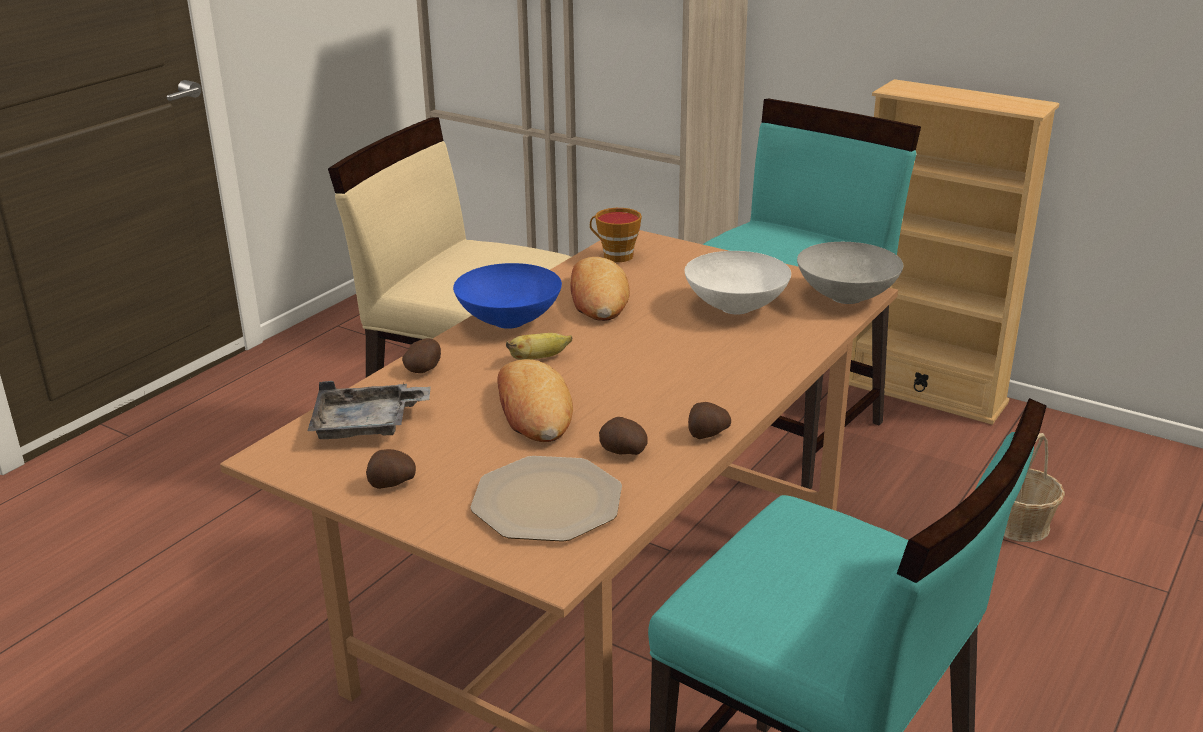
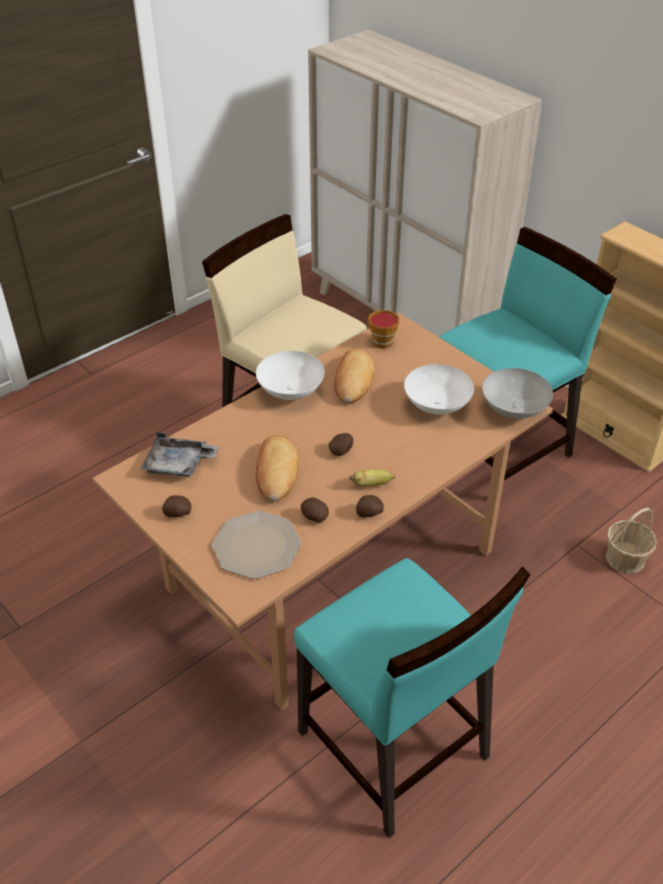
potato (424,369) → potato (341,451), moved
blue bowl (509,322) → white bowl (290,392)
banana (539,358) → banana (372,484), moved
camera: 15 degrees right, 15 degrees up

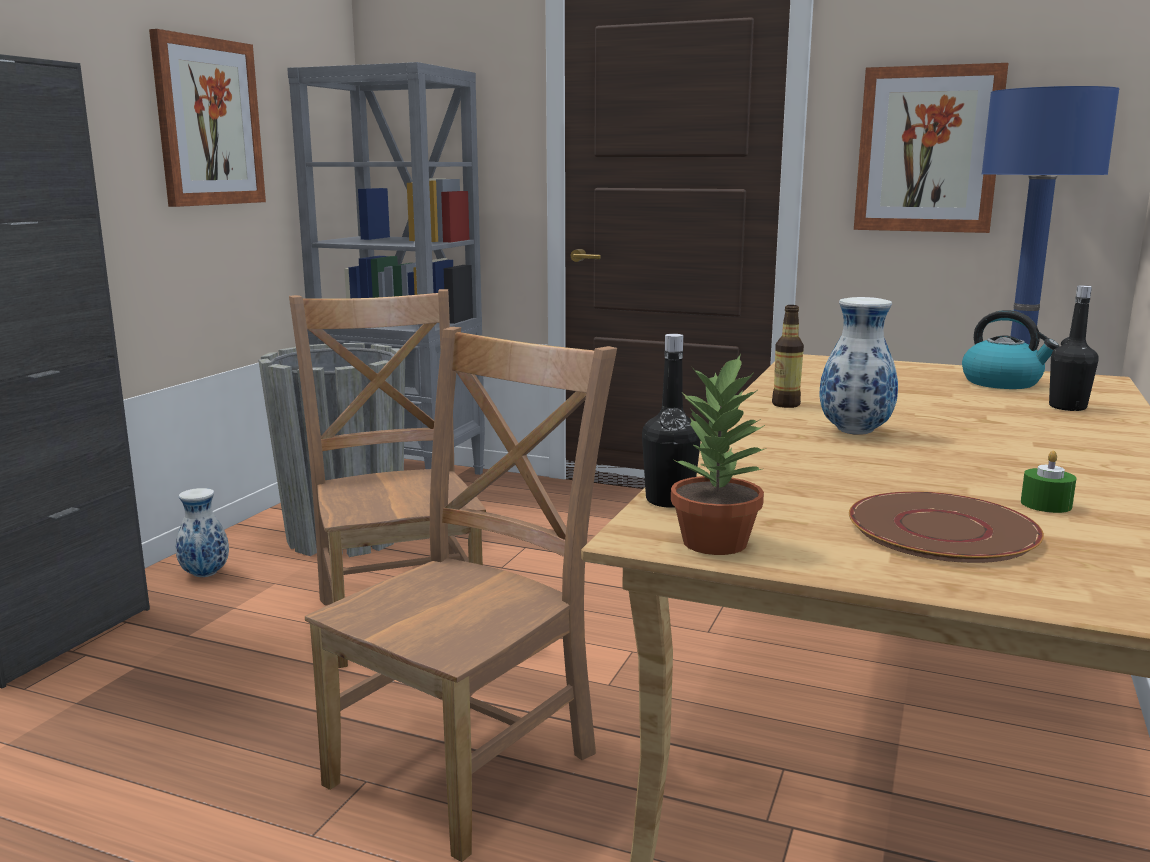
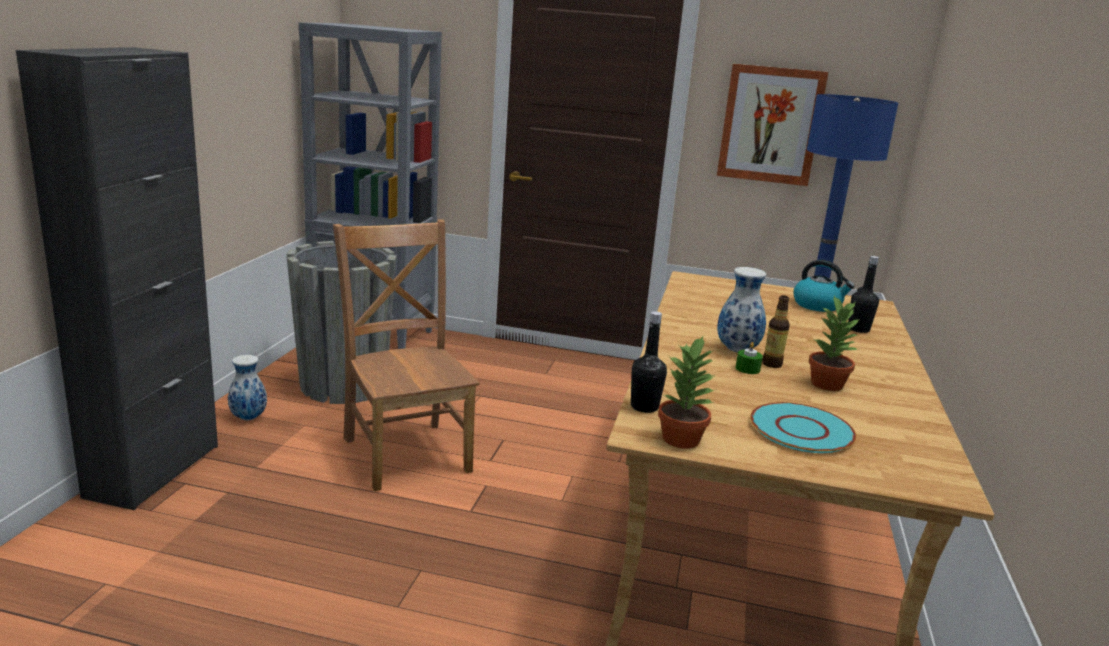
picture (208,122) → -
brown chair (470,763) → -
bottle (786,404) → bottle (772,364), moved
brown plate (942,530) → turquoise plate (801,430)
green candle (1046,504) → green candle (747,369), moved
- → potted plant (827,384)
camera: 10 degrees left, 5 degrees up

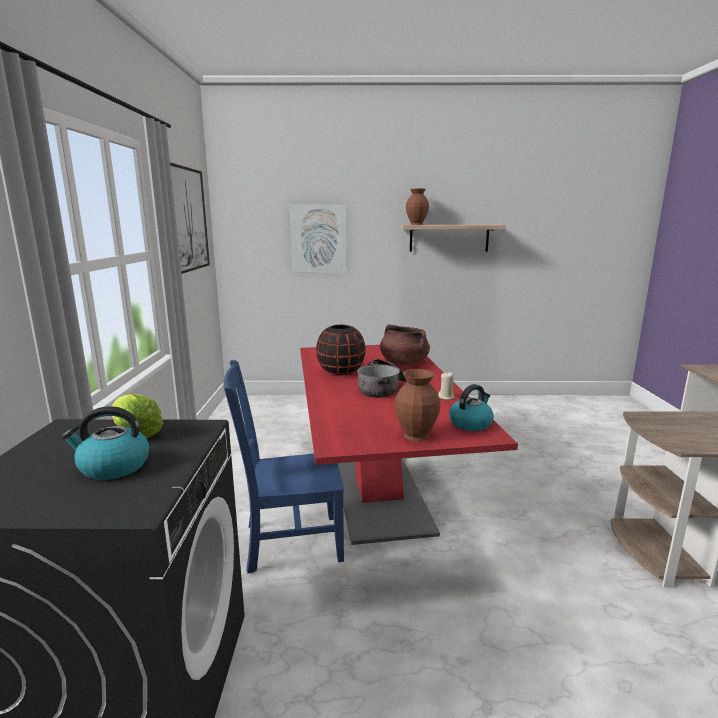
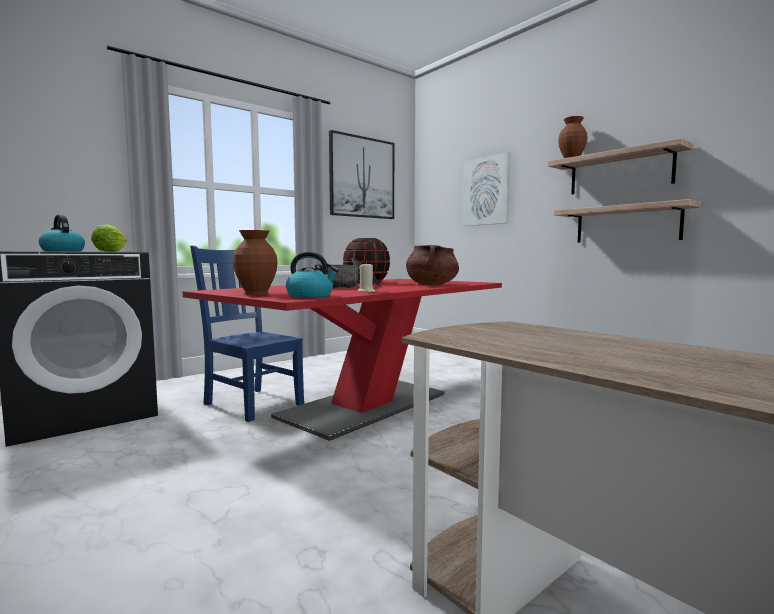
- → shelf (626,224)
camera: 50 degrees right, 10 degrees down

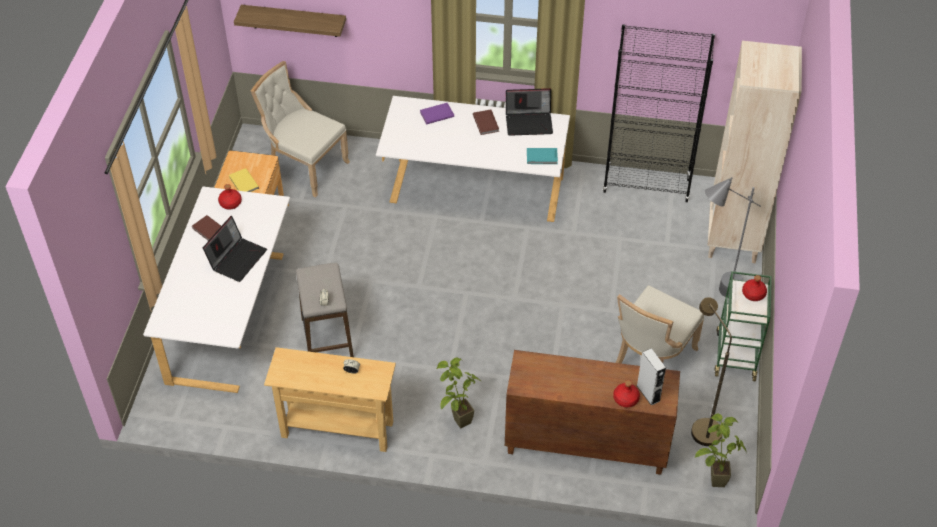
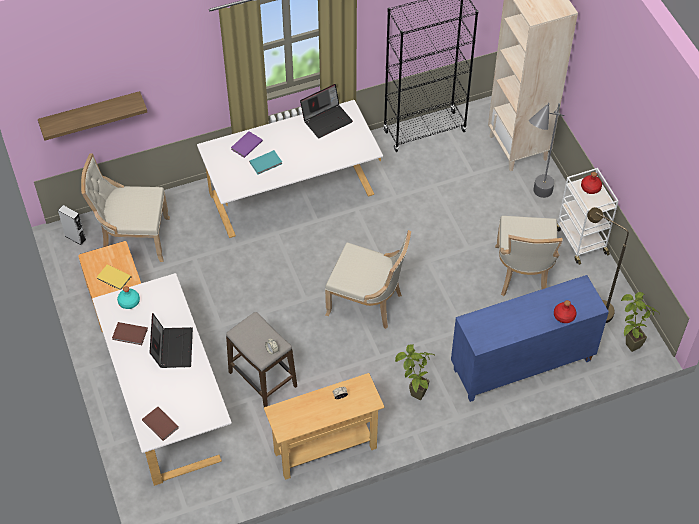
red bottle (230,203) → turquoise bottle (129,302)
brown book (486,123) → brown book (160,423), moved
brown cabinet (585,445) → blue cabinet (521,366)
turquoise book (542,157) → turquoise book (266,163), moved
grey speaker (648,393) → grey speaker (75,238), moved
green cart (735,354) → white cart (580,240)
- → beige chair (368,303)
camera: 30 degrees left, 5 degrees up

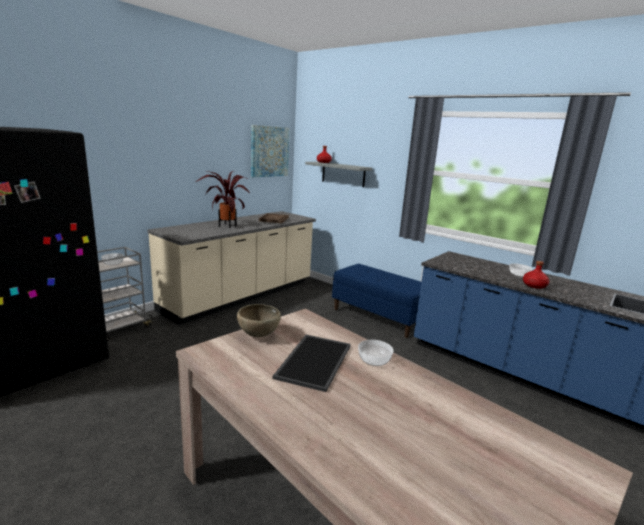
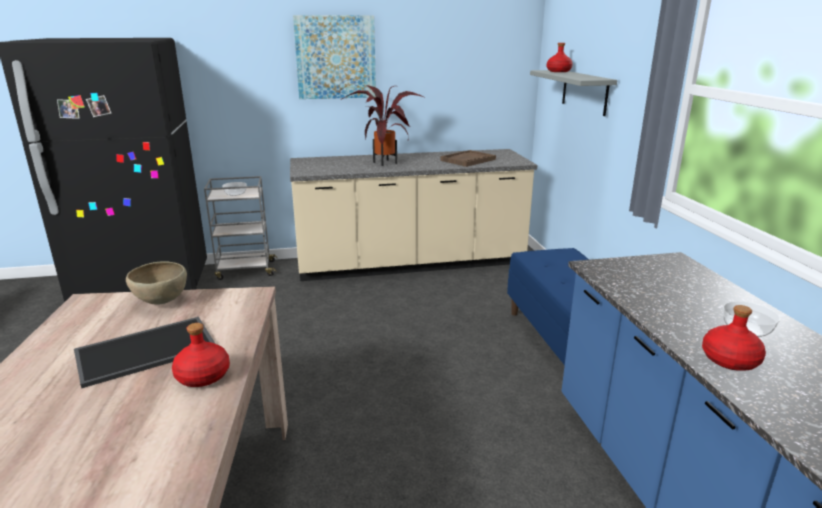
picture (269,151) → picture (335,57), moved
bowl (373,360) → red bottle (203,376)
camera: 40 degrees right, 5 degrees up

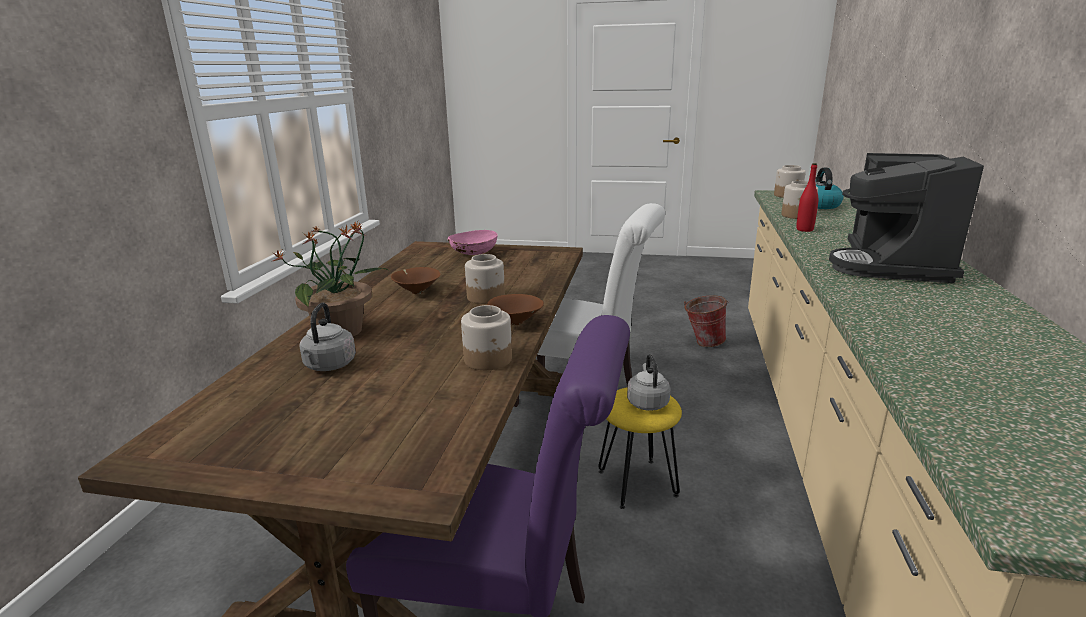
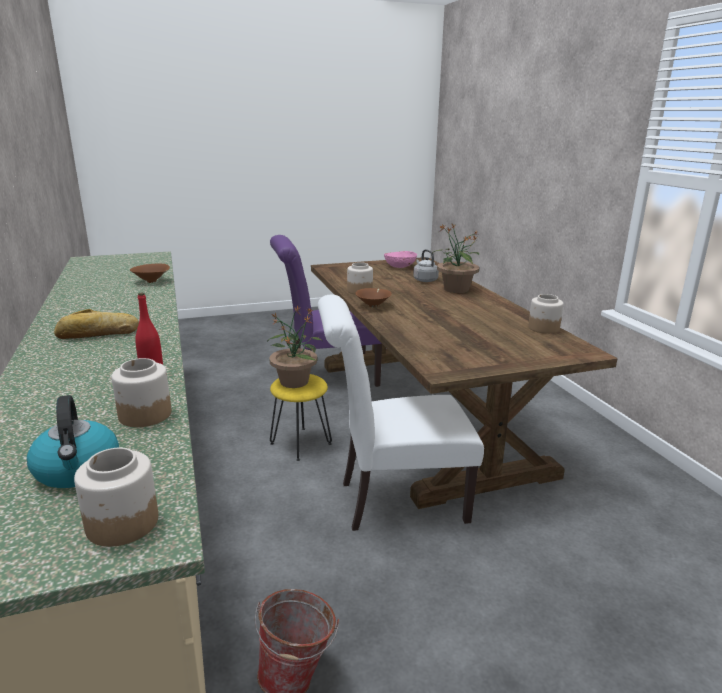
brown bowl (416,292) → brown bowl (152,282), moved
pink bowl (473,254) → pink bowl (400,267), moved
jar (486,297) → jar (543,328), moved
grey kettle (647,402) → potted plant (294,381)
coffee machine (892,265) → bread (97,334)
camera: 150 degrees right, 0 degrees up

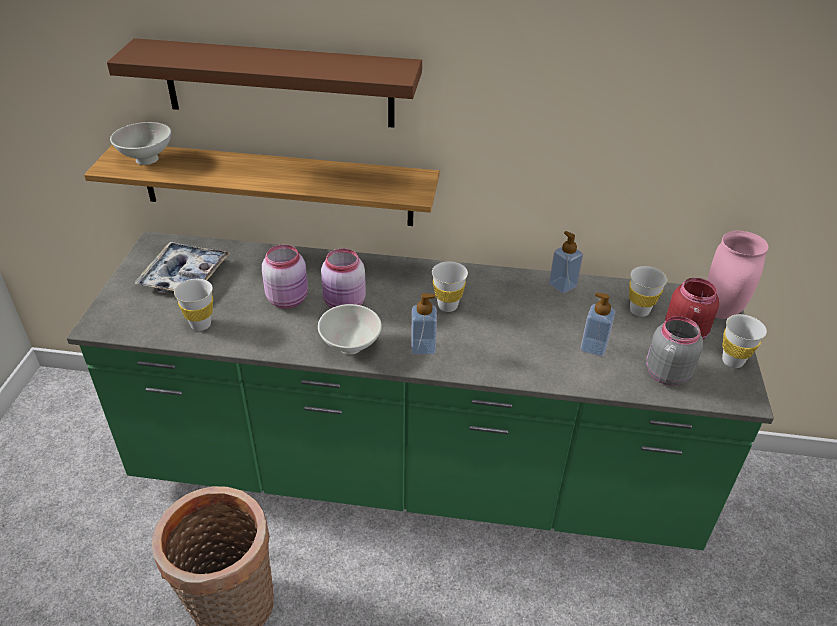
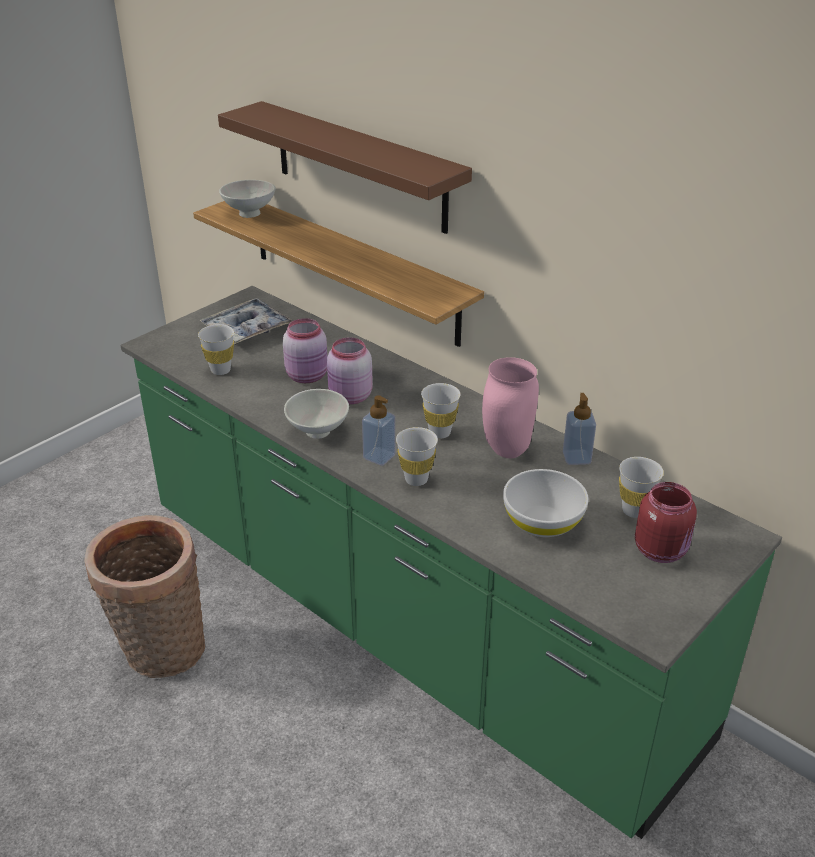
soap dispenser (593,347) → white bowl (543,522)
grey jar (665,374) → -
pink vase (718,312) → pink vase (505,450), moved
white cup (732,361) → white cup (416,479), moved
camera: 35 degrees right, 5 degrees down

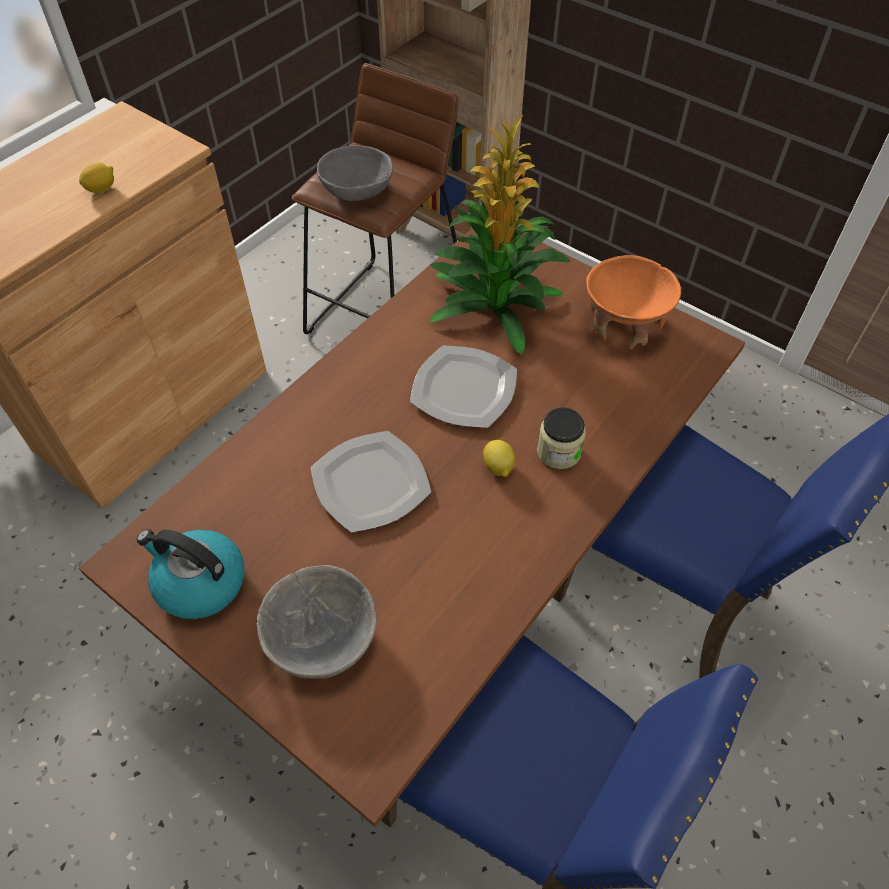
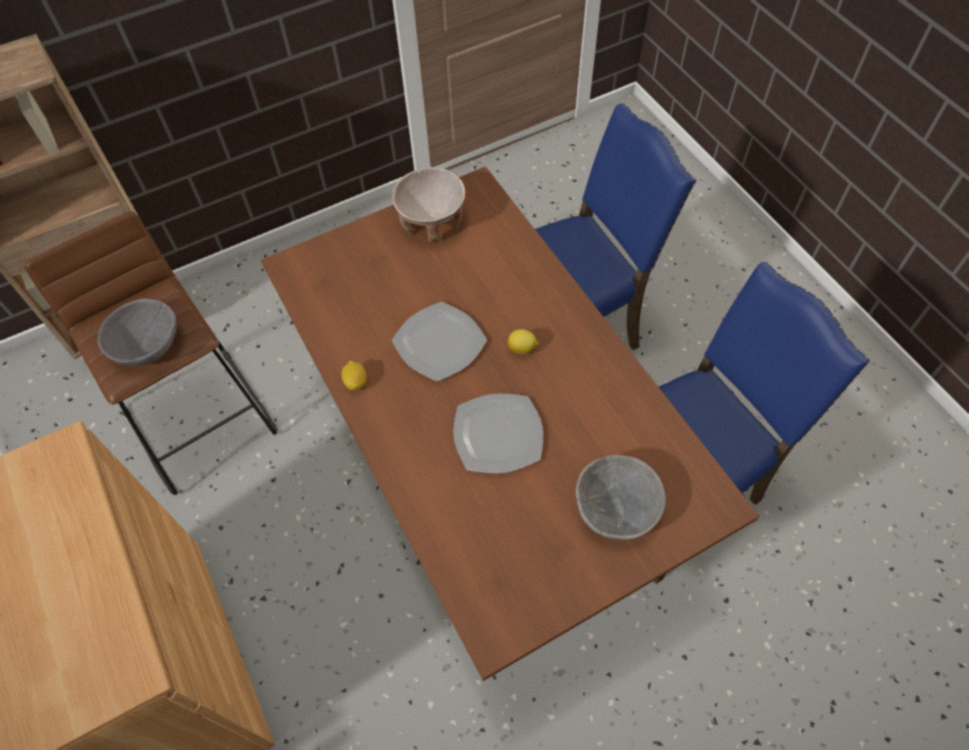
lemon (101,188) → lemon (355,382), moved
kettle (199,583) → -
potted plant (496,304) → -
jar (558,452) → -
orange bowl (624,324) → beige bowl (432,222)
camera: 65 degrees left, 5 degrees up

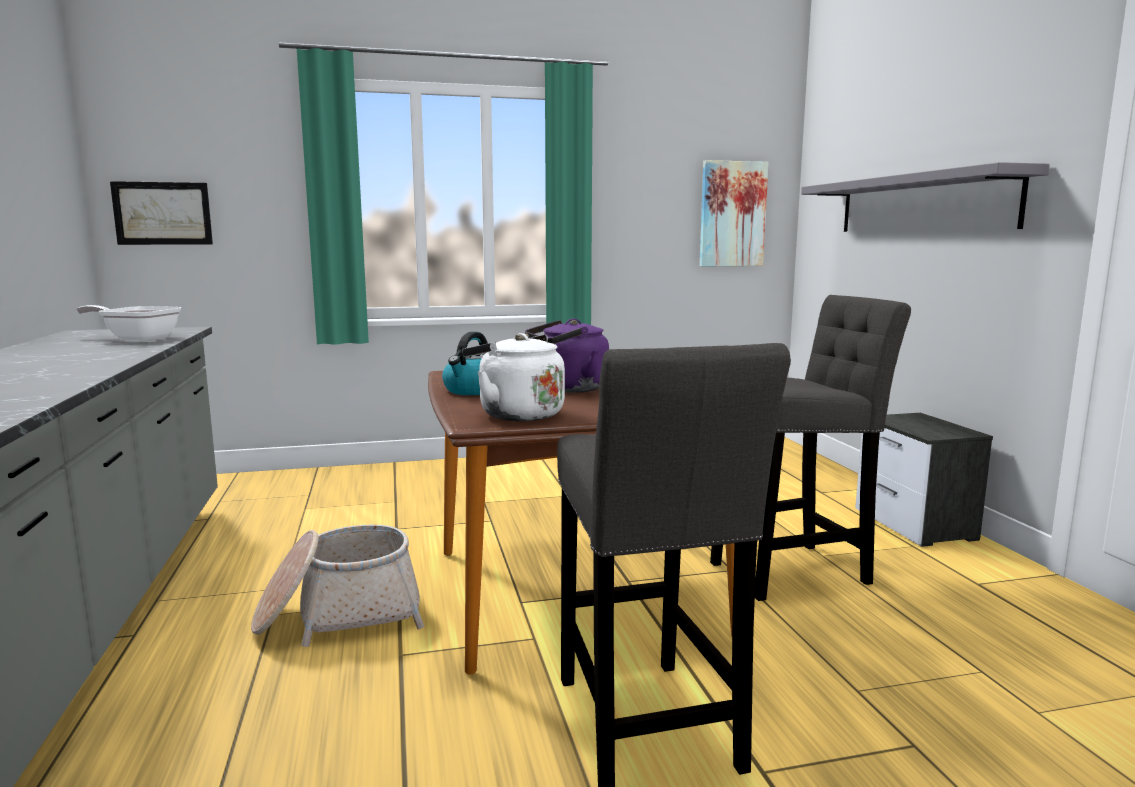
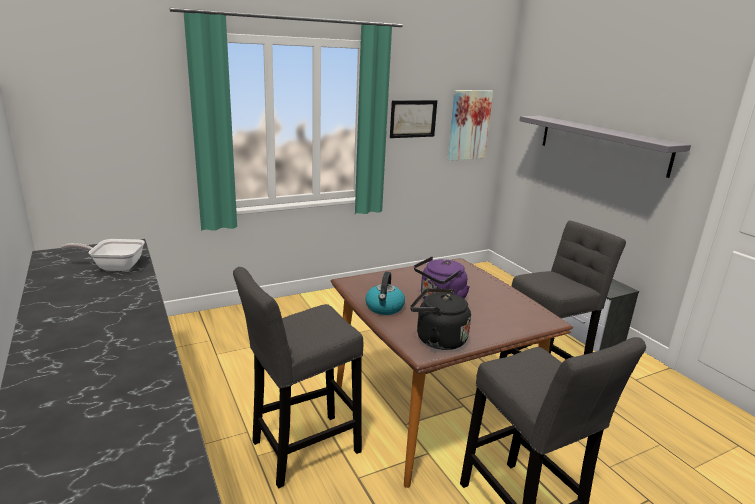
picture (162,213) → picture (413,118), moved
basket (339,614) → grey stool (300,449)
white kettle (516,414) → black kettle (437,339)
camera: 15 degrees left, 10 degrees up

